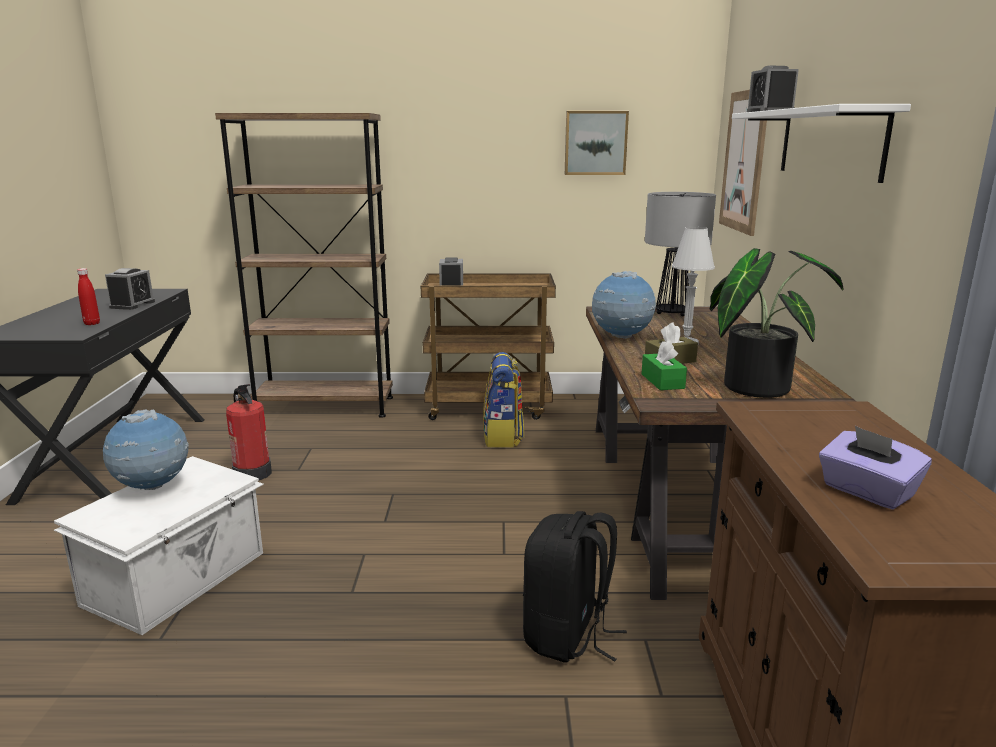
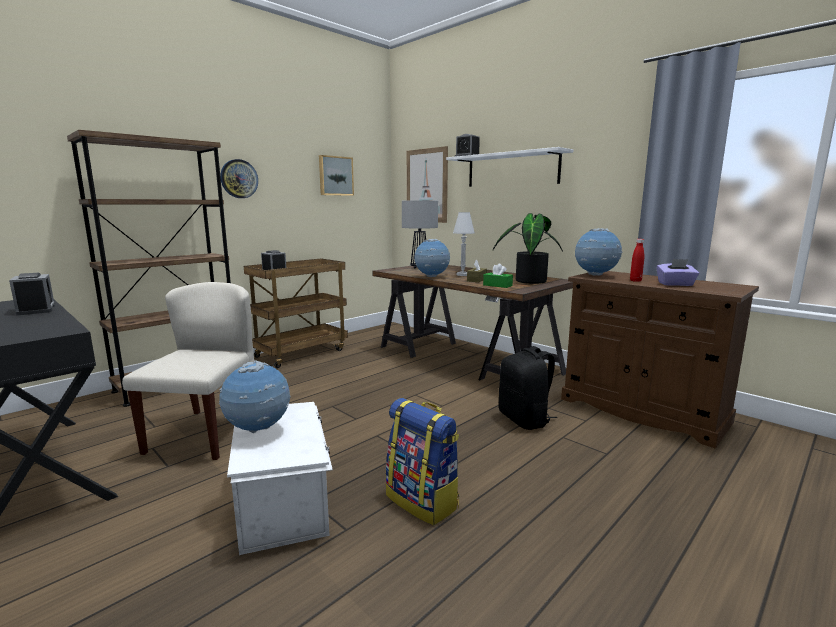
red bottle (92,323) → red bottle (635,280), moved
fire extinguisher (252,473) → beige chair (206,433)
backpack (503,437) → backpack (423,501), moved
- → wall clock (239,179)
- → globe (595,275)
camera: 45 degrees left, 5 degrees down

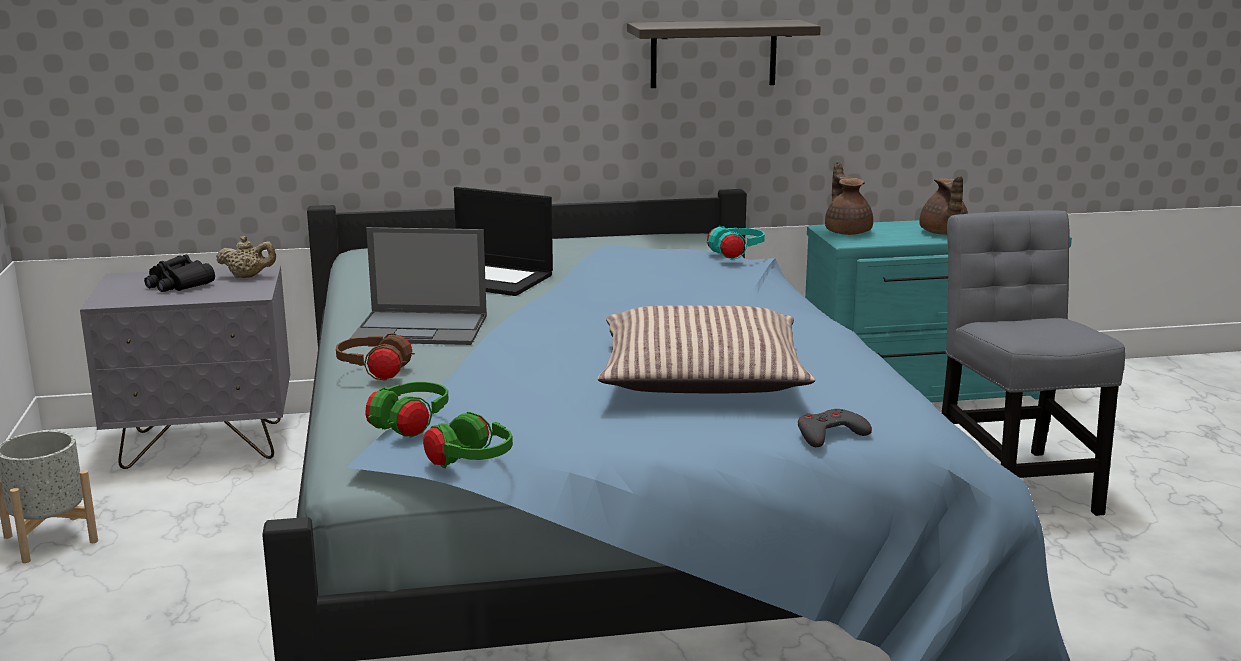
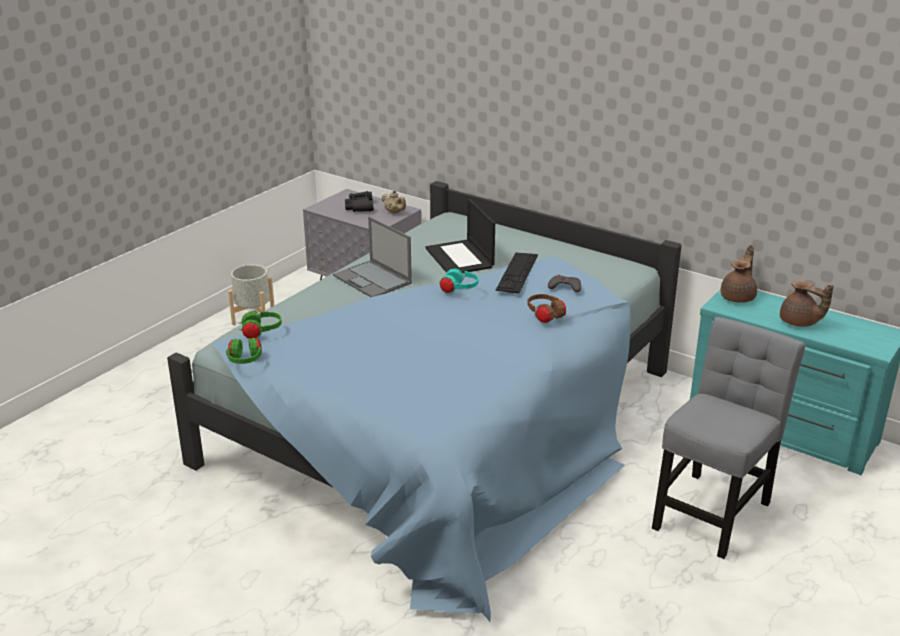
brown headphones (375,373) → brown headphones (545,316), moved
pillow (701,377) → -
shelf (713,54) → -
turquoise headphones (736,255) → turquoise headphones (459,290), moved
grey game controller (830,434) → grey game controller (565,287), moved
brown teapot (943,233) → brown teapot (799,323), 90 degrees counterclockwise
- → keyboard (517,272)
camera: 45 degrees right, 10 degrees up

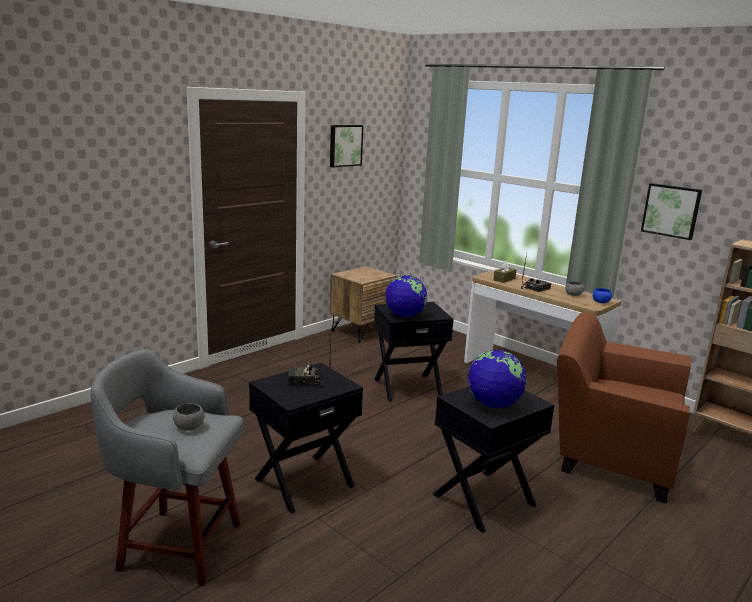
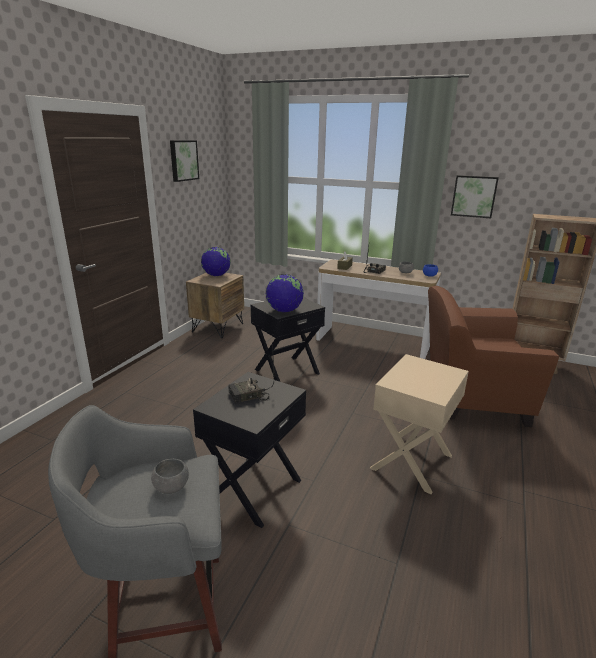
black side table (485,500) → beige side table (412,462)
globe (493,404) → globe (216,275), moved
camera: 20 degrees left, 5 degrees up

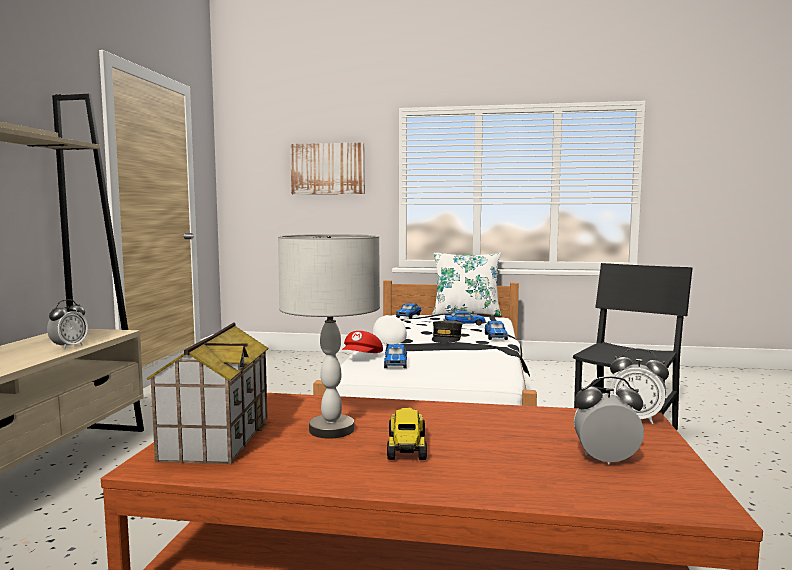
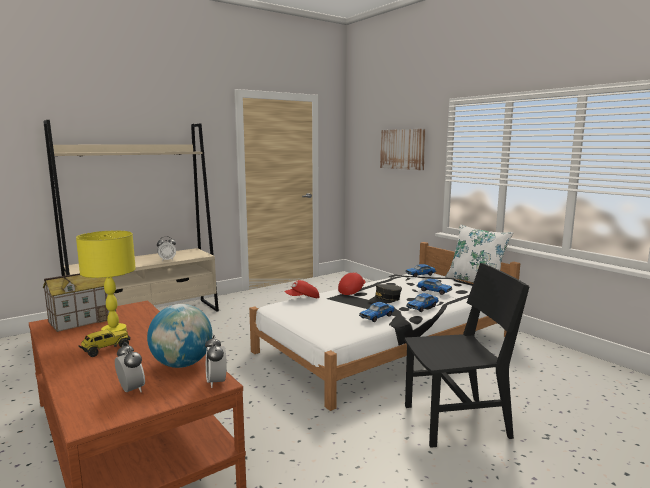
grey table lamp (331,429) → yellow table lamp (114,331)
white cap (388,340) → red cap (351,290)
toy car (395,363) → toy car (377,316), moved
- → globe (182,364)
camera: 45 degrees right, 5 degrees up

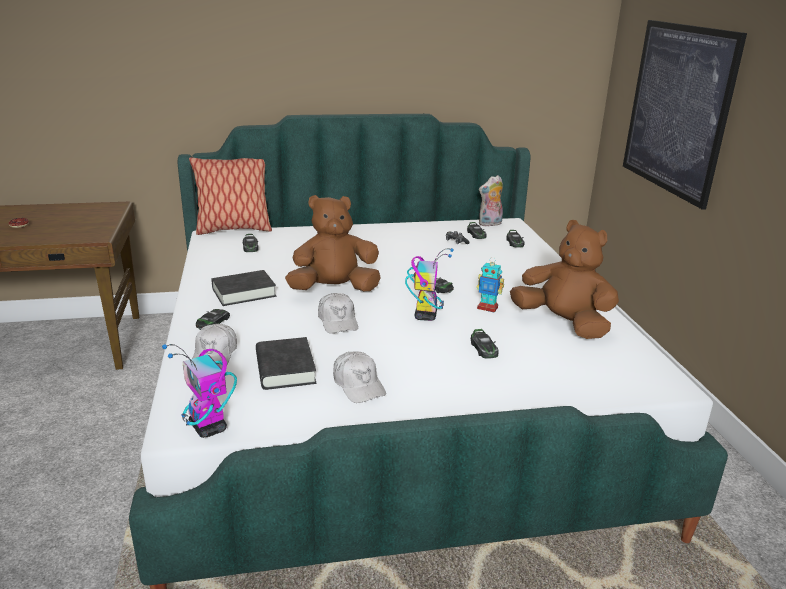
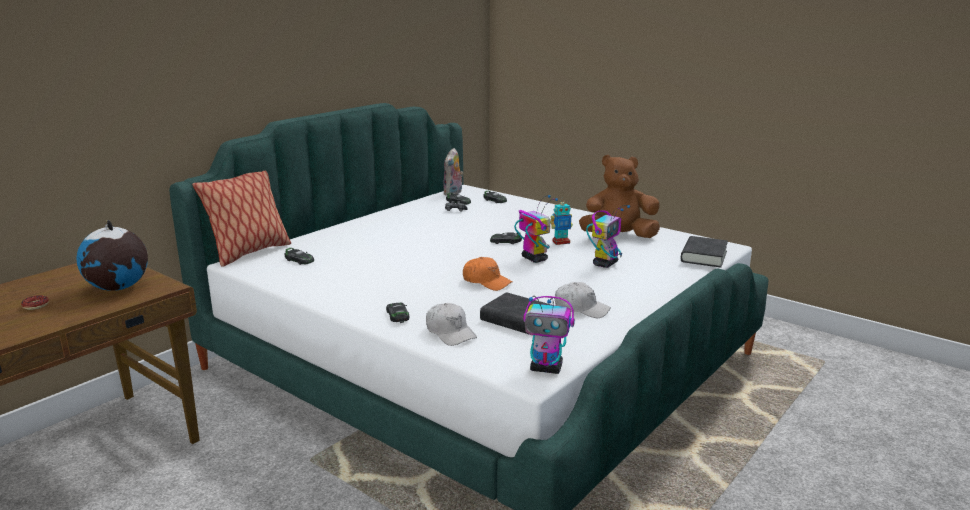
black book (244,292) → black book (703,256), moved
brown plush toy (334,289) → -
white cap (338,321) → orange cap (486,282)
toy car (483,348) → toy robot (605,263)
picture (677,109) → -
- → globe (118,288)
camera: 40 degrees left, 5 degrees down

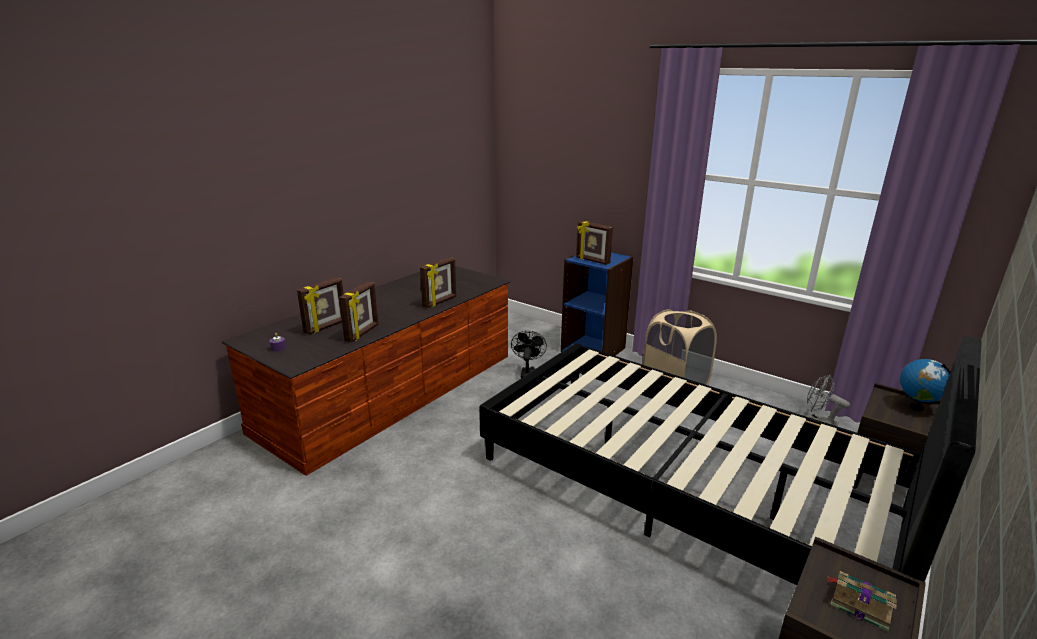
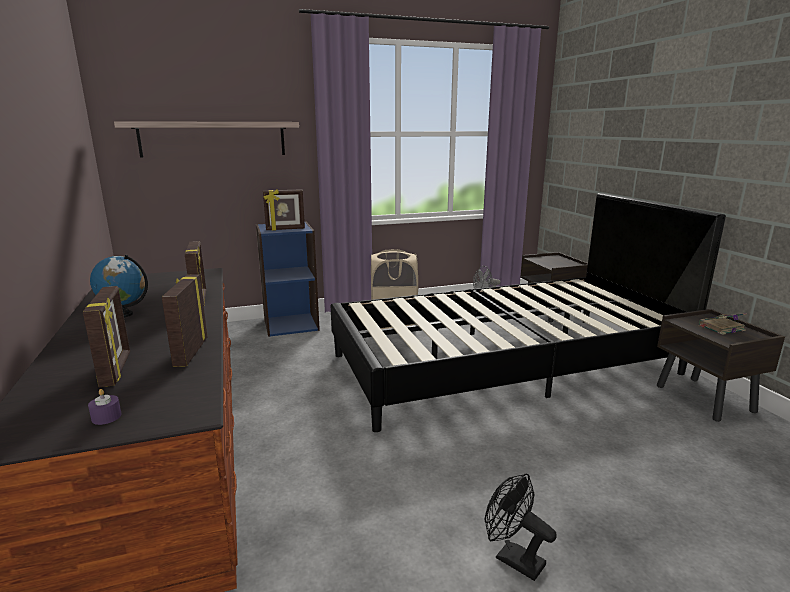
picture frame (362,333) → picture frame (190,352), 150 degrees counterclockwise
black fan (527,372) → black fan (513,558), moved
globe (916,407) → globe (125,314), moved
- → shelf (213,139)
camera: 55 degrees left, 5 degrees down

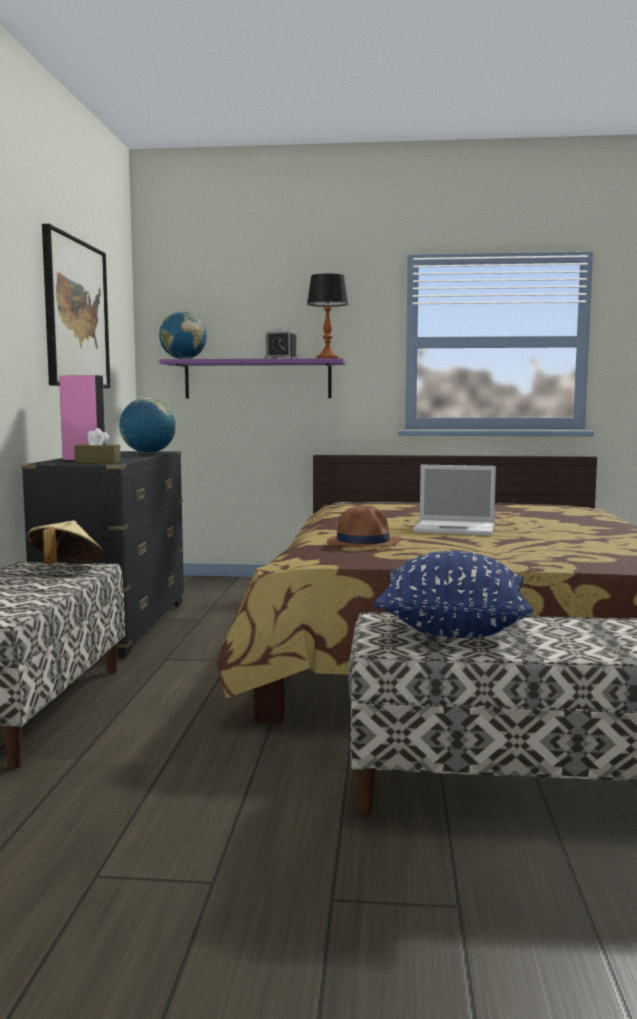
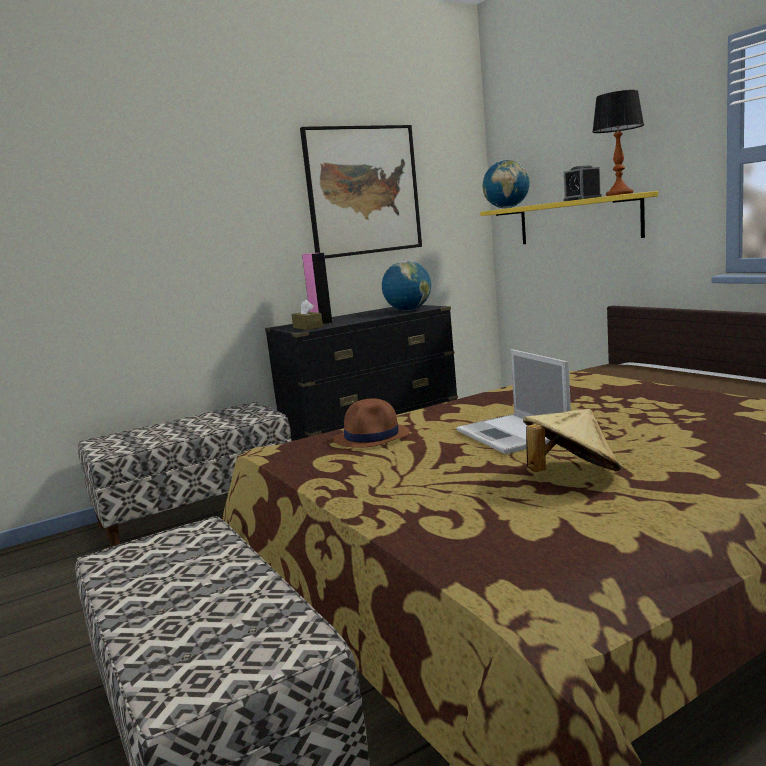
beige hat (65,569) → beige hat (571,475), moved
purple shelf (257,379) → yellow shelf (577,221)
blue pillow (453,630) → -
camera: 55 degrees right, 5 degrees up

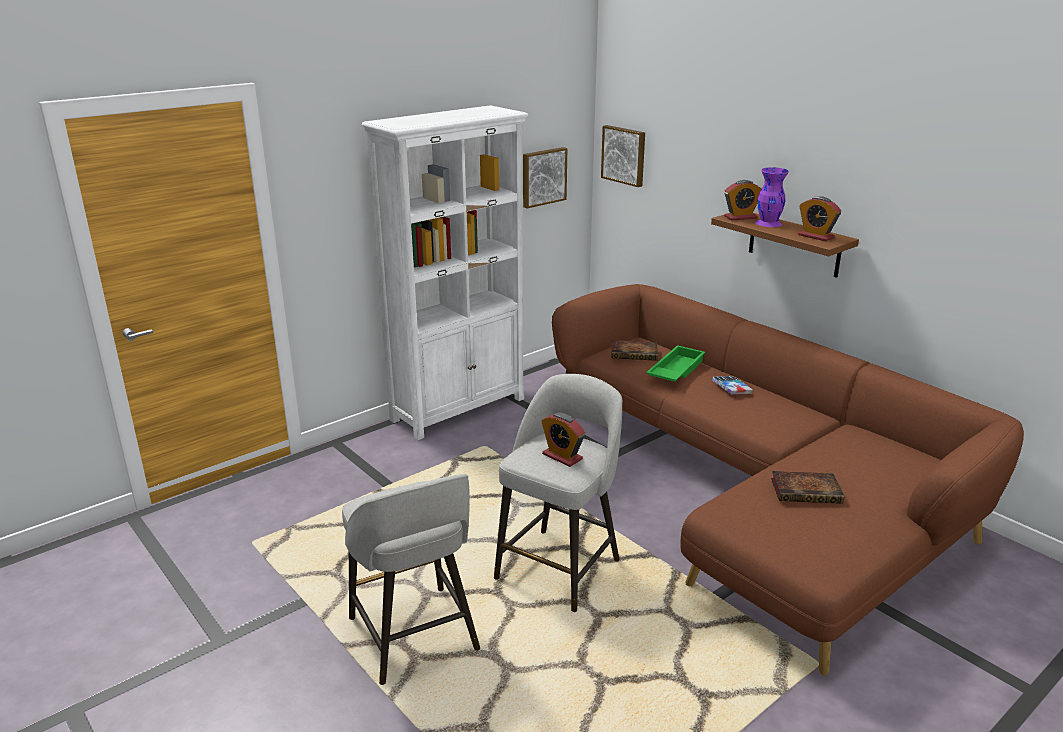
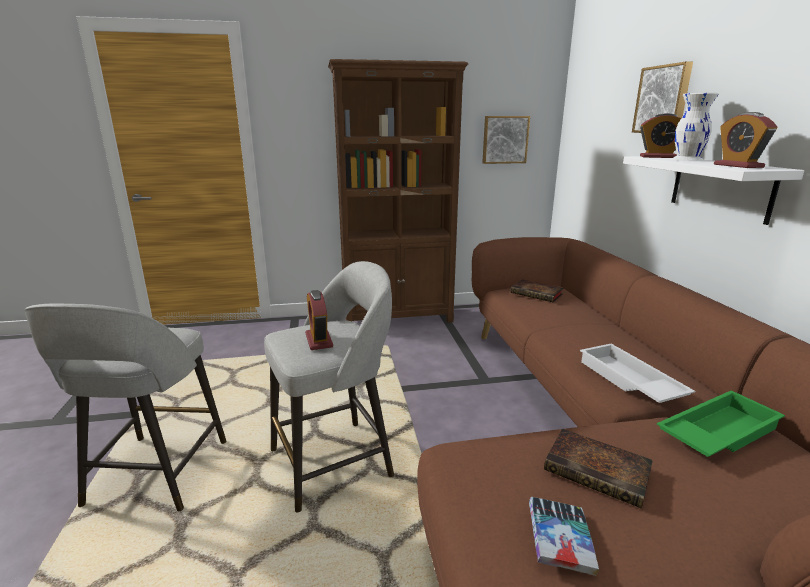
white bookcase (459,409) → brown bookcase (398,317)
picture (624,155) → picture (663,100), moved
green tray (675,370) → green tray (716,432), moved
brown shelf (794,244) → white shelf (720,187)
book (731,388) → book (560,540), moved
purple vase (768,223) → white vase (687,160)
- → white tray (628,381)
camera: 30 degrees right, 5 degrees down

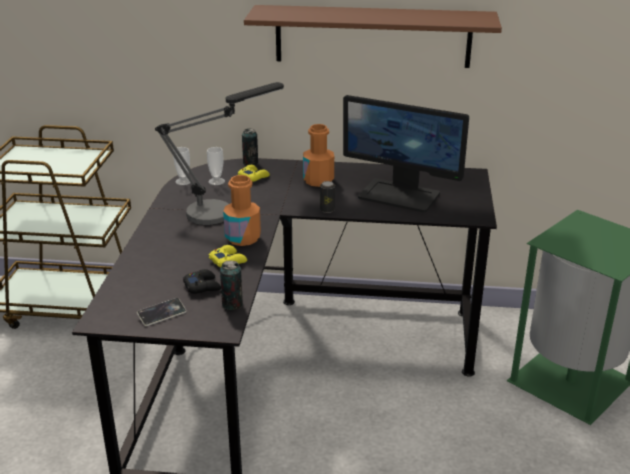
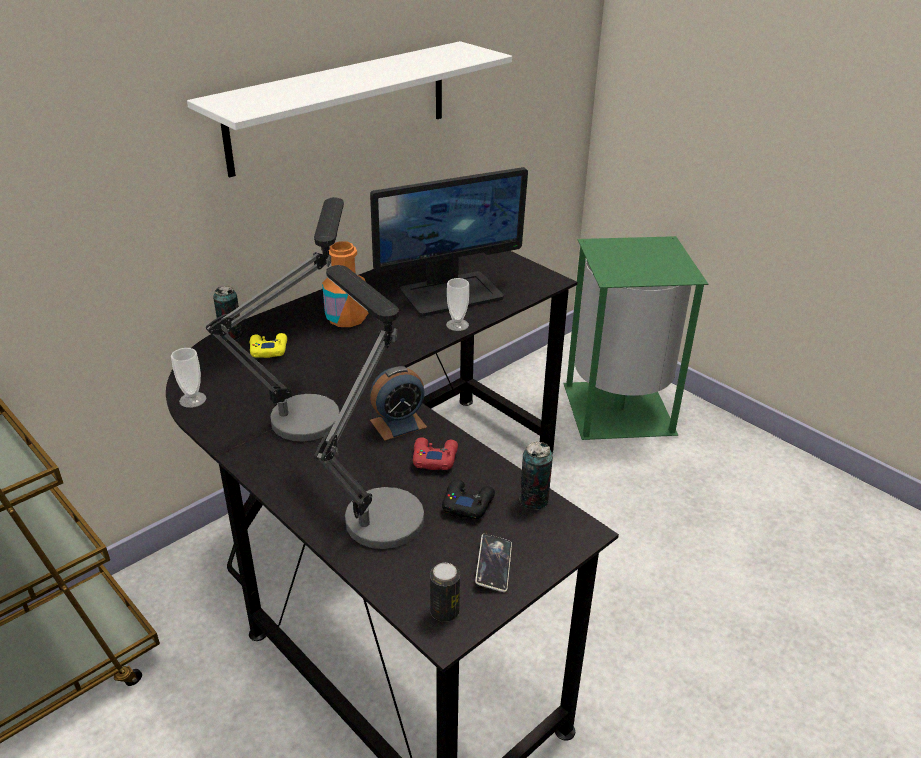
cup (216,181) → cup (457,325), moved
yellow game controller (228,260) → red game controller (434,458)
orange bottle (243,238) → alarm clock (398,424)
brown shelf (372,36) → white shelf (340,106)
can (327,210) → can (444,611), moved
- → table lamp (376,504)
camera: 50 degrees left, 5 degrees up

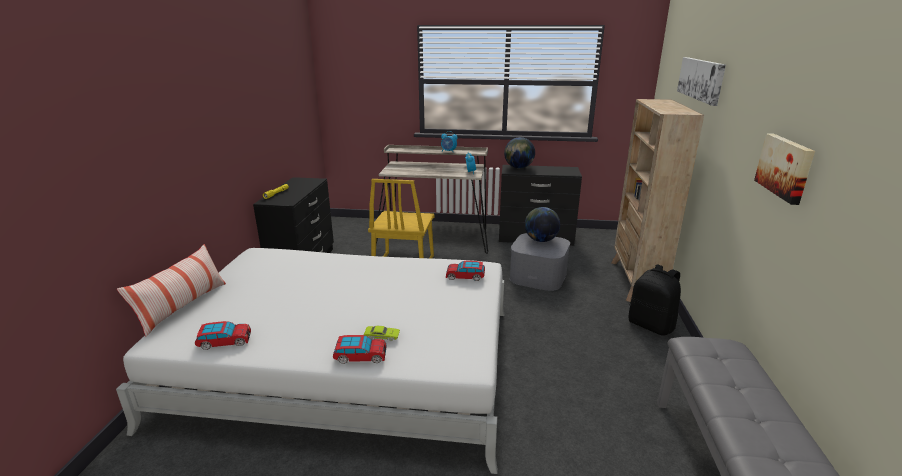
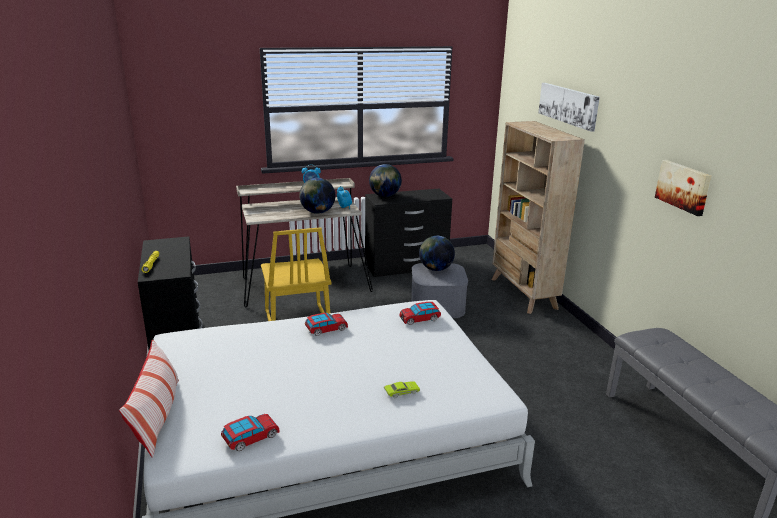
toy car (360,356) → toy car (326,329), moved
black backpack (651,325) → -
- → globe (317,212)
camera: 25 degrees left, 0 degrees up

